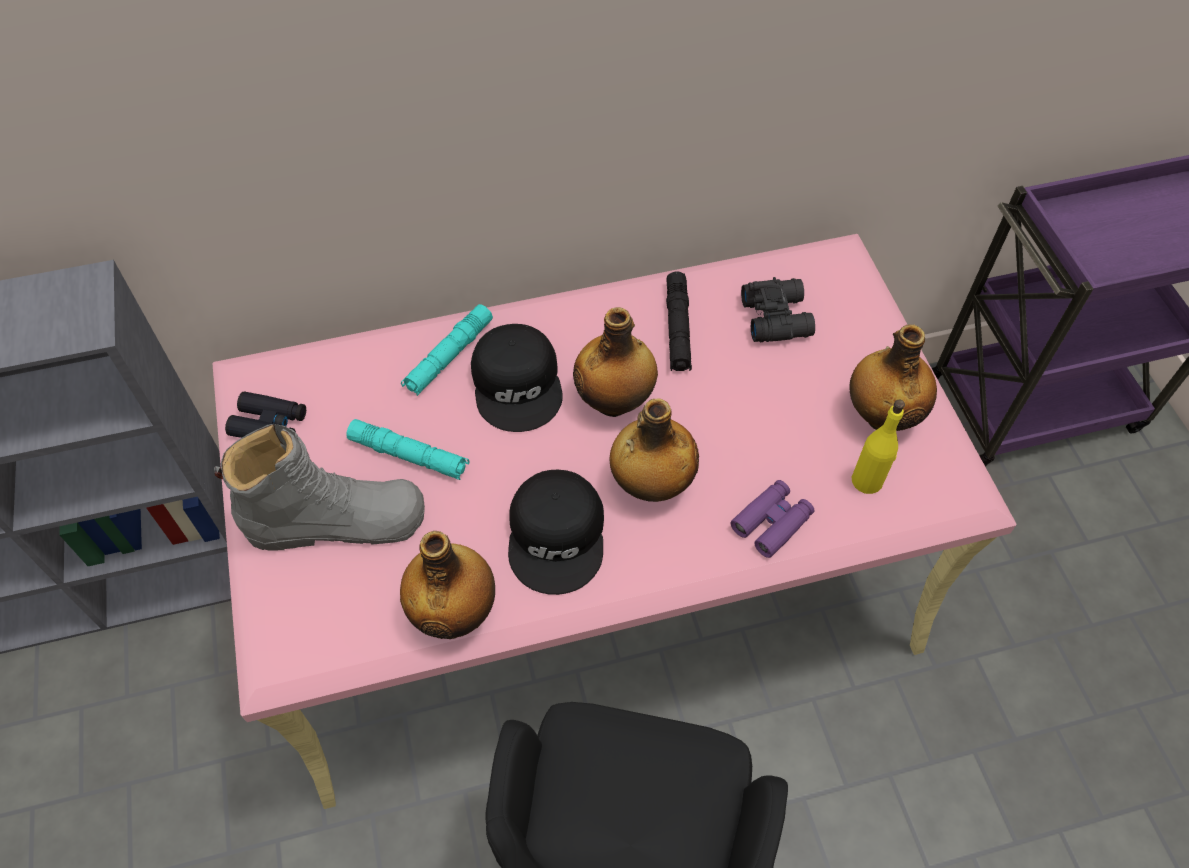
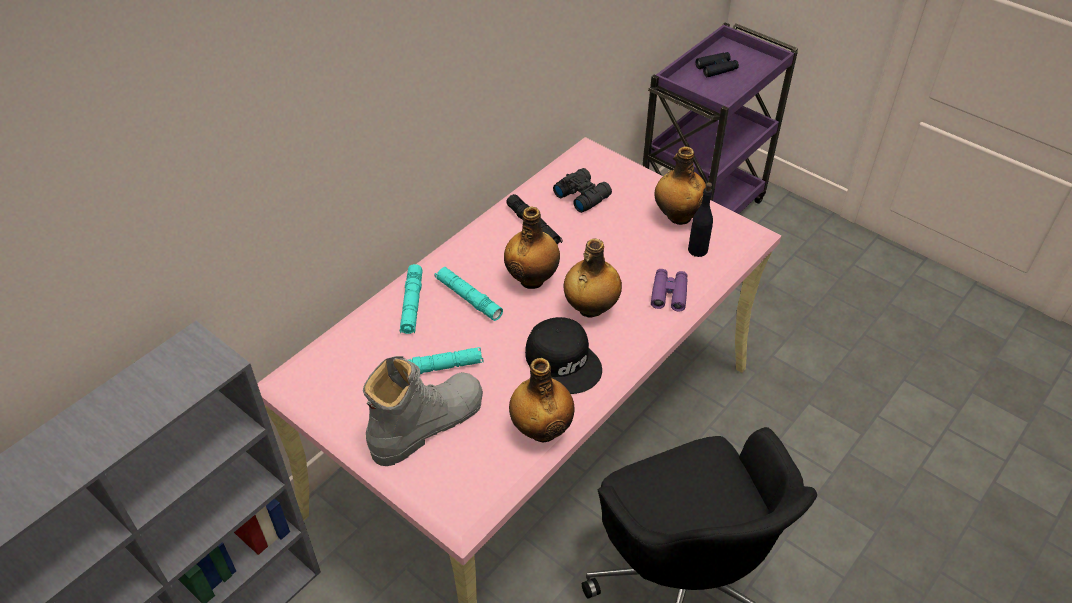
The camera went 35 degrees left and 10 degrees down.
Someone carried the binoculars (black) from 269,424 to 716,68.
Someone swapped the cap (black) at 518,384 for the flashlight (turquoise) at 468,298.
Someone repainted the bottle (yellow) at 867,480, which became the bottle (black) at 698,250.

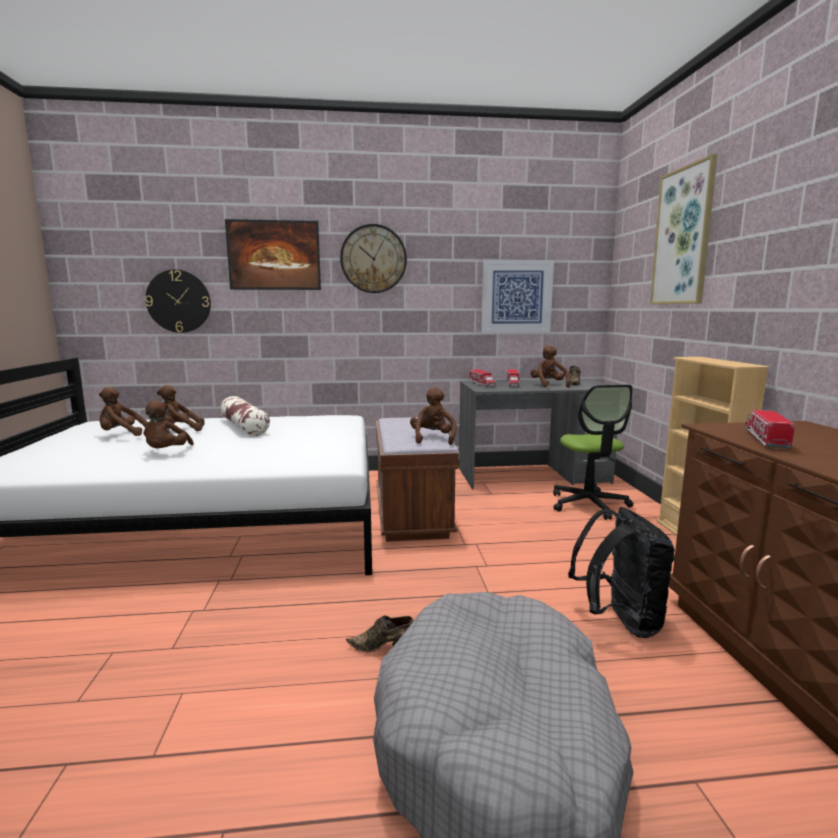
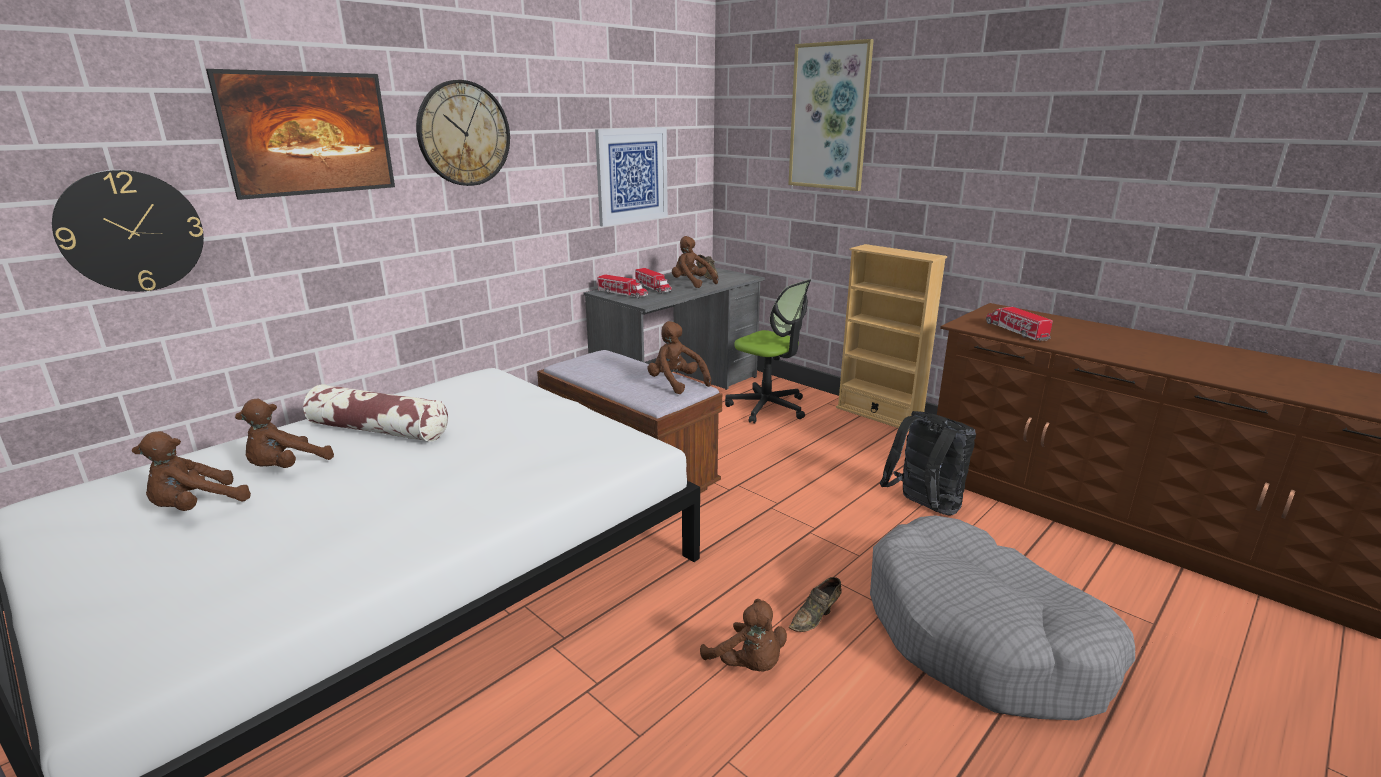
The camera went 40 degrees left and 10 degrees up.
Someone carried the plush toy (brown) from 166,452 to 748,665.

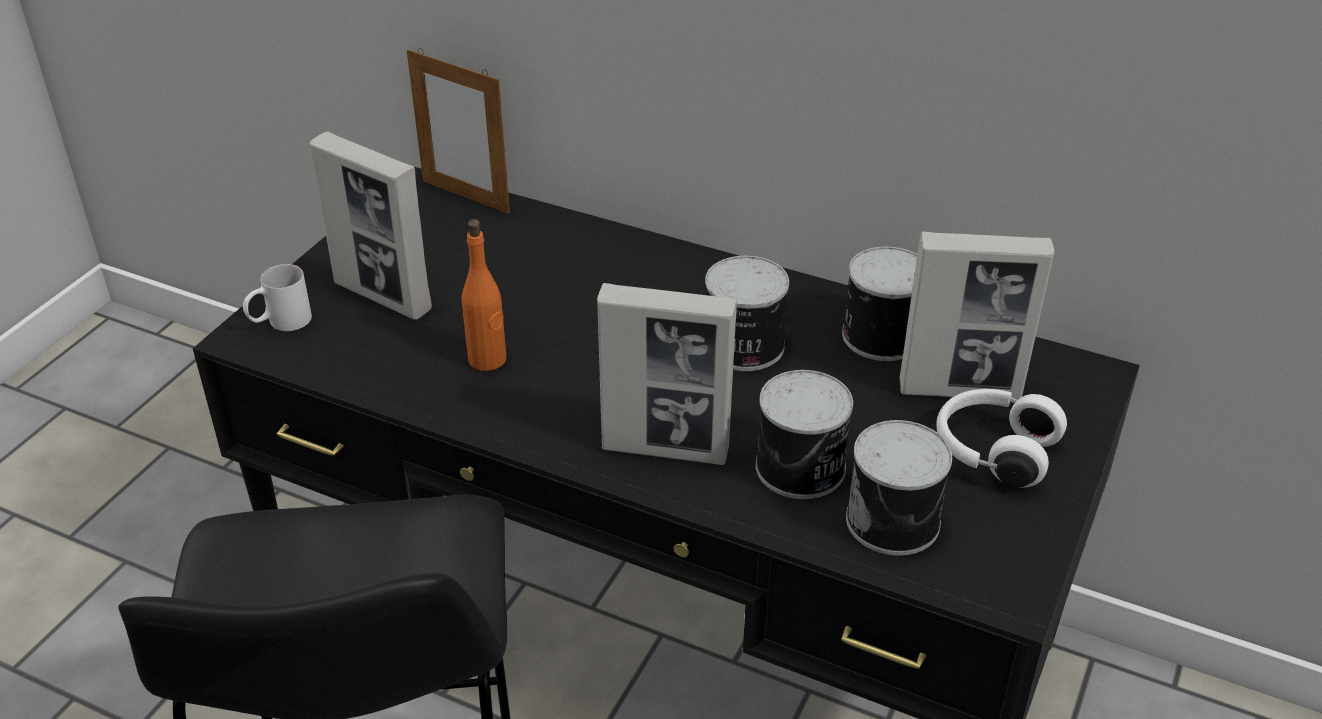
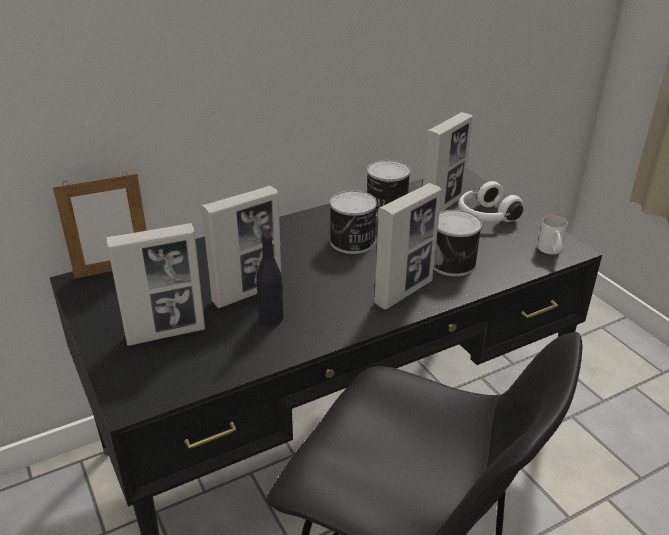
The camera went 55 degrees left and 5 degrees down.
Someone took away the can at 895,521.
Someone put down the picture frame at 247,293.
Someone carried the mug (white) from 280,323 to 551,251.
Someone repainted the bottle (orange) at 488,359, which became the bottle (black) at 271,318.

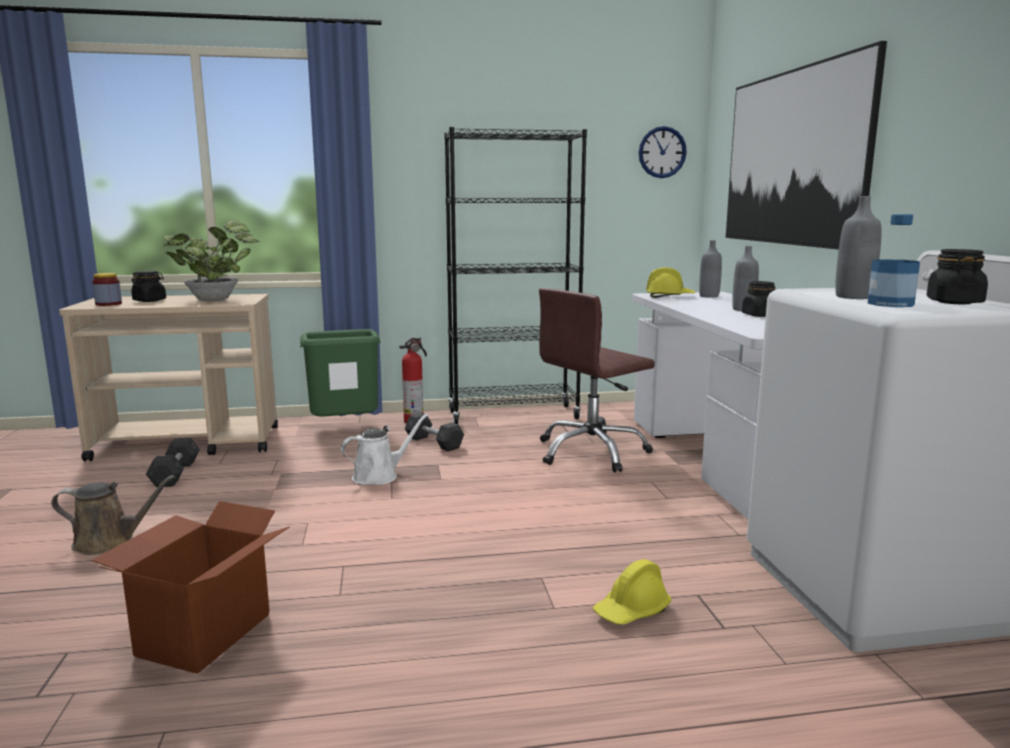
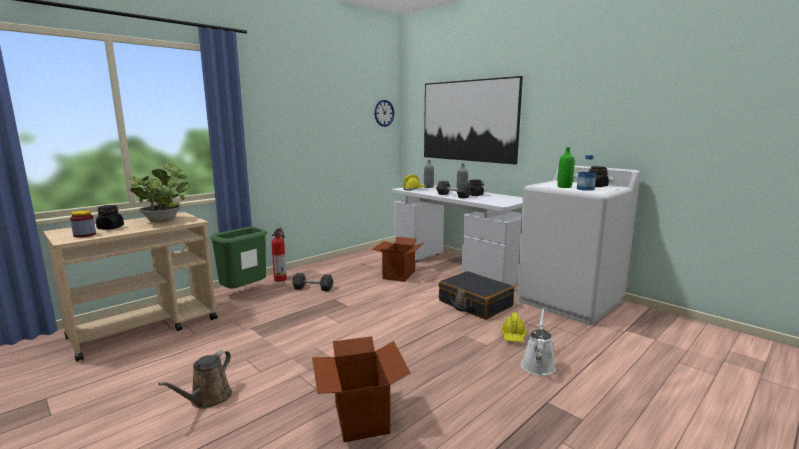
The camera went 35 degrees left and 0 degrees up.
Someone took away the bookcase (black) at 513,415.
Someone put down the suitcase (black) at 474,304.
Someone carried the dumbbell (grey) from 175,474 to 453,196.
Someone carried the watering can (white) from 379,476 to 537,364.
Someone swapped the office chair (brown) at 592,452 for the cardboard box at 398,275.
Someone repainted the bottle (grey) at 853,297, which became the bottle (green) at 564,187.
Someone rotated the watering can (brown) at 109,542 by 150 degrees clockwise.

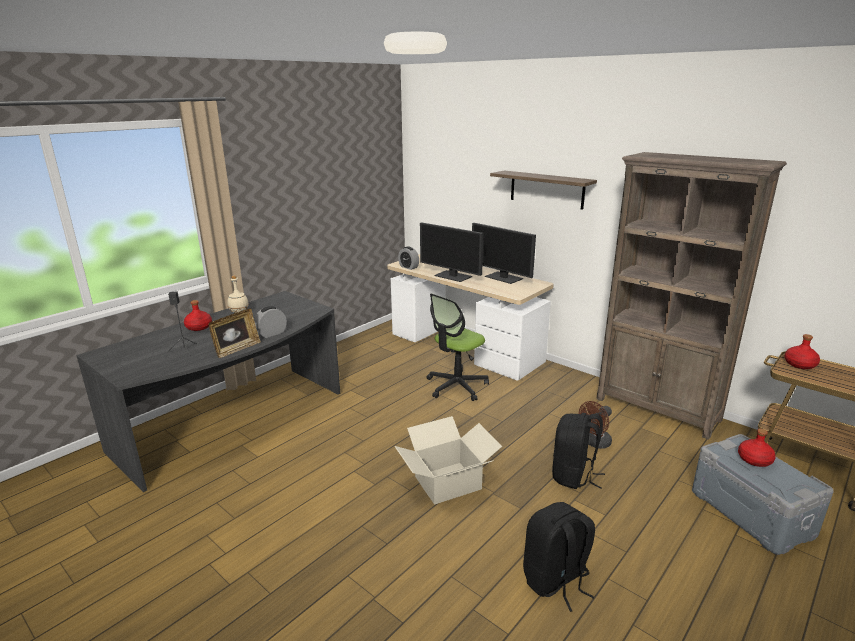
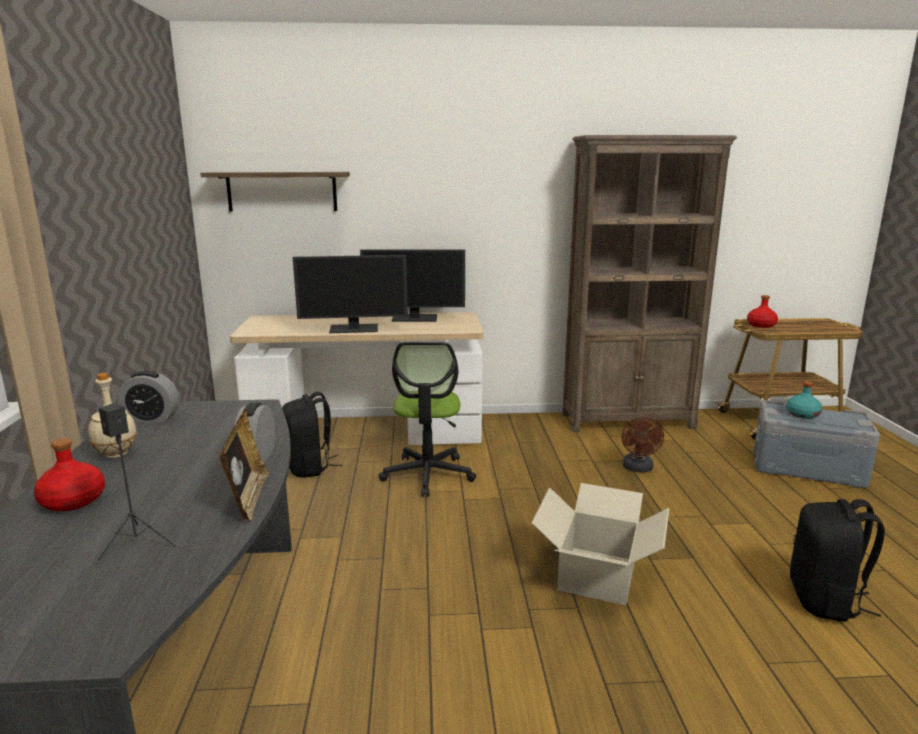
The camera went 45 degrees left and 5 degrees down.
Someone carried the alarm clock from 408,267 to 151,418.
Someone carried the shelf from 546,189 to 282,191.
Someone carried the backpack (black) from 574,476 to 310,467.
Someone repainted the bottle (red) at 754,459, which became the bottle (turquoise) at 802,414.

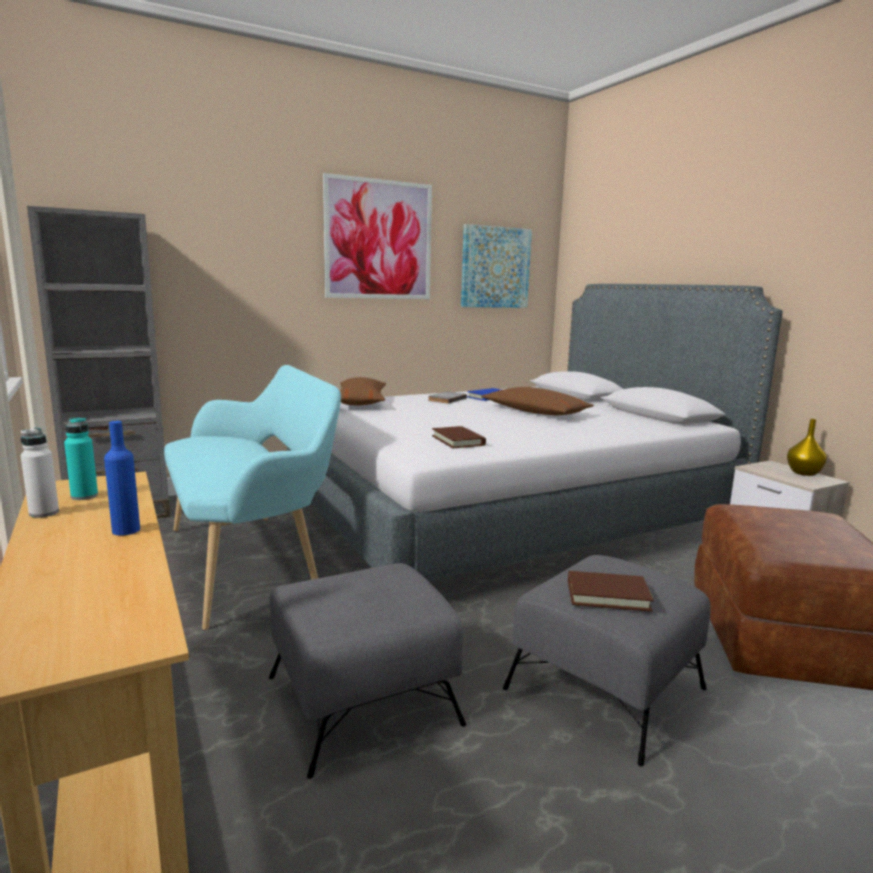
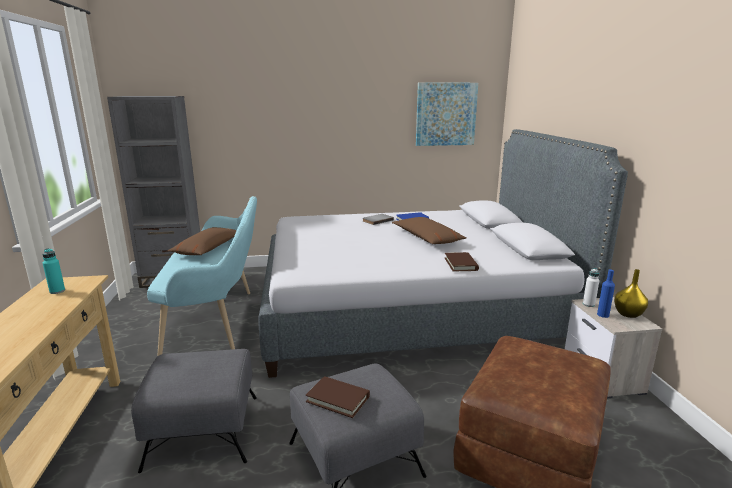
The camera went 20 degrees right and 5 degrees up.
Someone took away the picture at 378,240.
Someone carried the bottle (white) from 44,513 to 588,304.
Someone carried the bottle (blue) from 126,530 to 603,315.
Someone carried the pillow (brown) from 361,402 to 208,249.
Someone carried the book (brown) from 458,440 to 461,264.

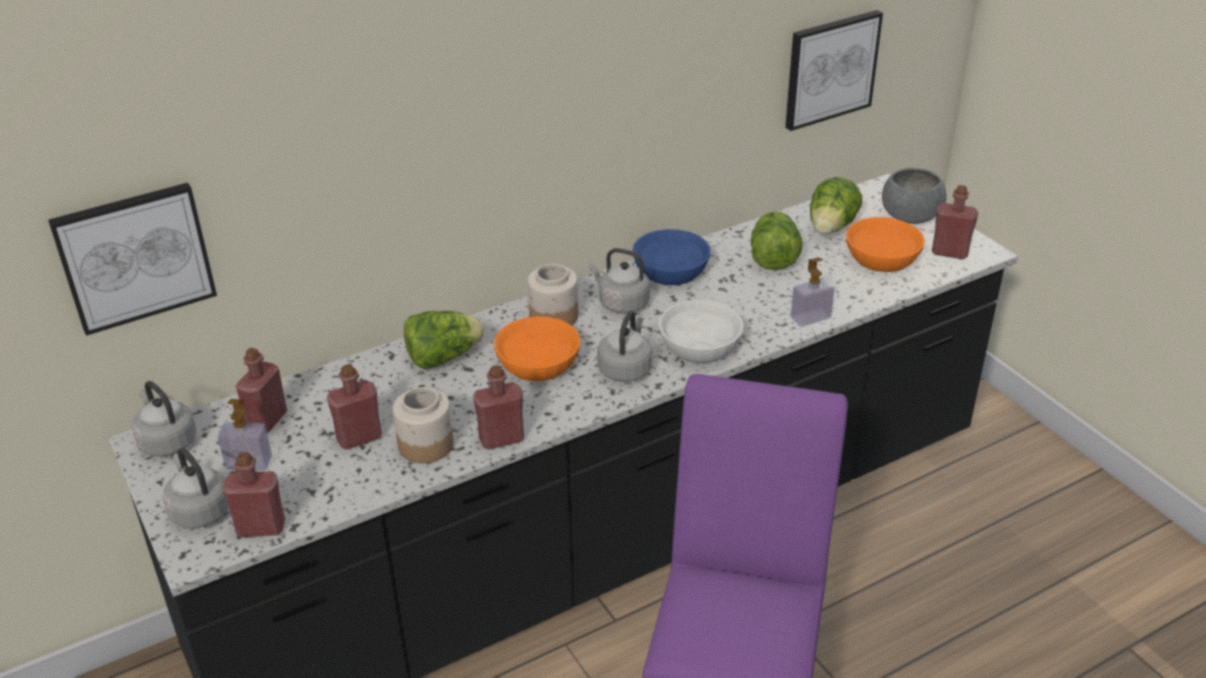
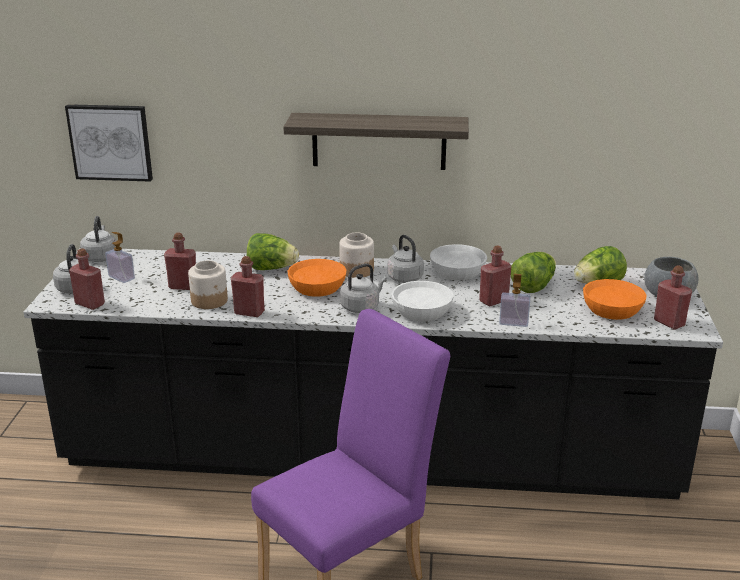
The camera went 35 degrees right and 10 degrees down.
Someone took away the picture at 830,69.
Someone put up the shelf at 379,141.
Someone carried the bottle (red) from 267,421 to 493,301.
Someone repainted the bowl (blue) at 669,270, which became the bowl (white) at 457,272.

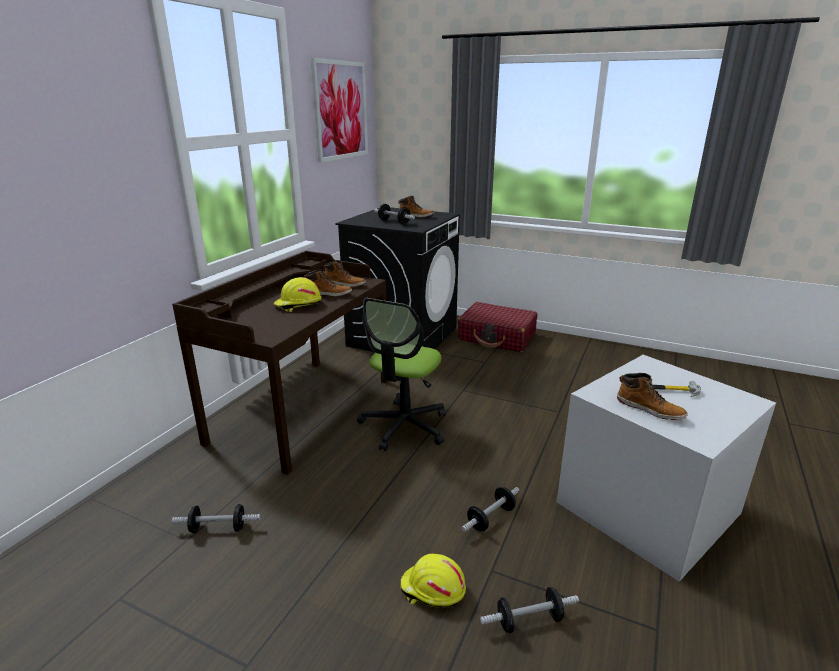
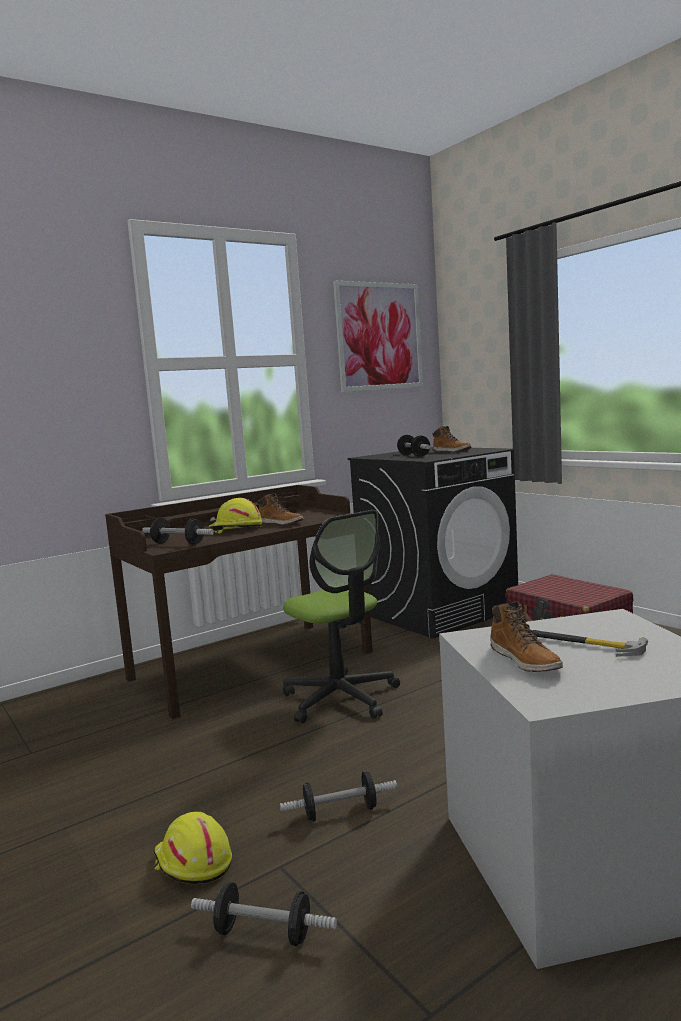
The camera went 30 degrees right and 15 degrees down.
Someone took away the boot at 345,284.
Someone carried the dumbbell from 218,528 to 178,543.
Someone rotated the office chair at 404,426 by 90 degrees counterclockwise.

